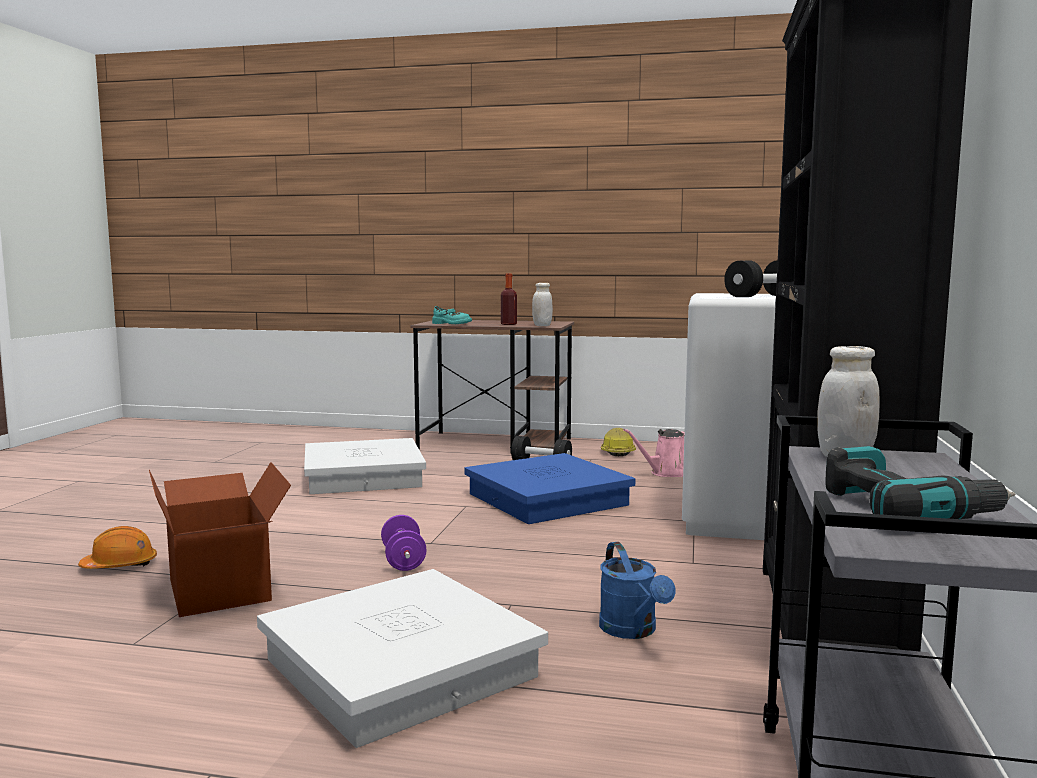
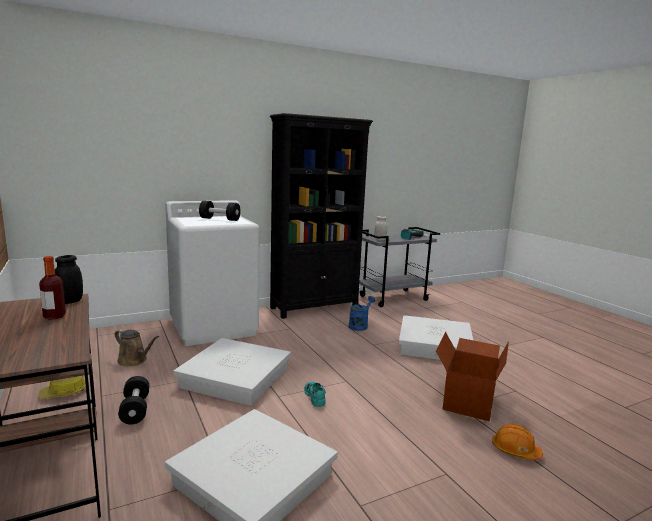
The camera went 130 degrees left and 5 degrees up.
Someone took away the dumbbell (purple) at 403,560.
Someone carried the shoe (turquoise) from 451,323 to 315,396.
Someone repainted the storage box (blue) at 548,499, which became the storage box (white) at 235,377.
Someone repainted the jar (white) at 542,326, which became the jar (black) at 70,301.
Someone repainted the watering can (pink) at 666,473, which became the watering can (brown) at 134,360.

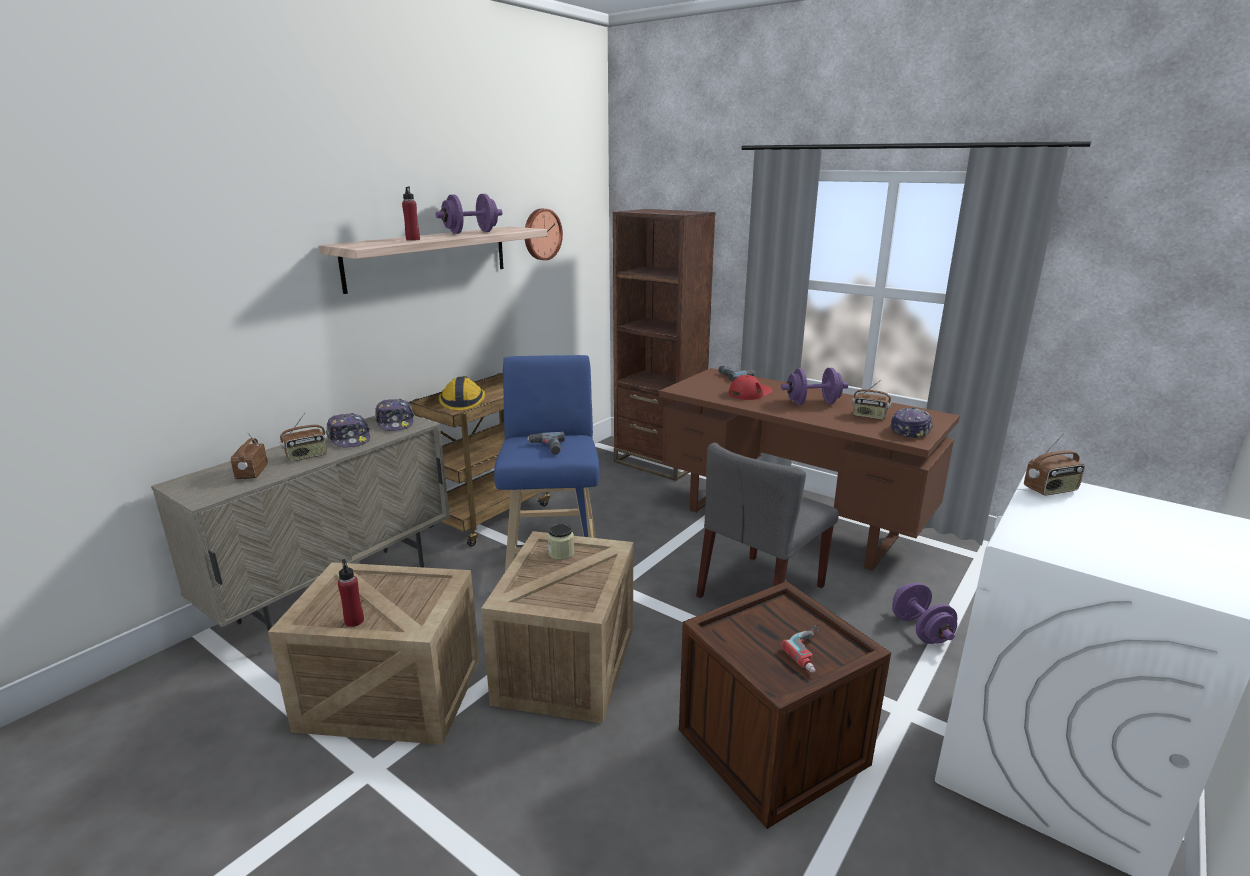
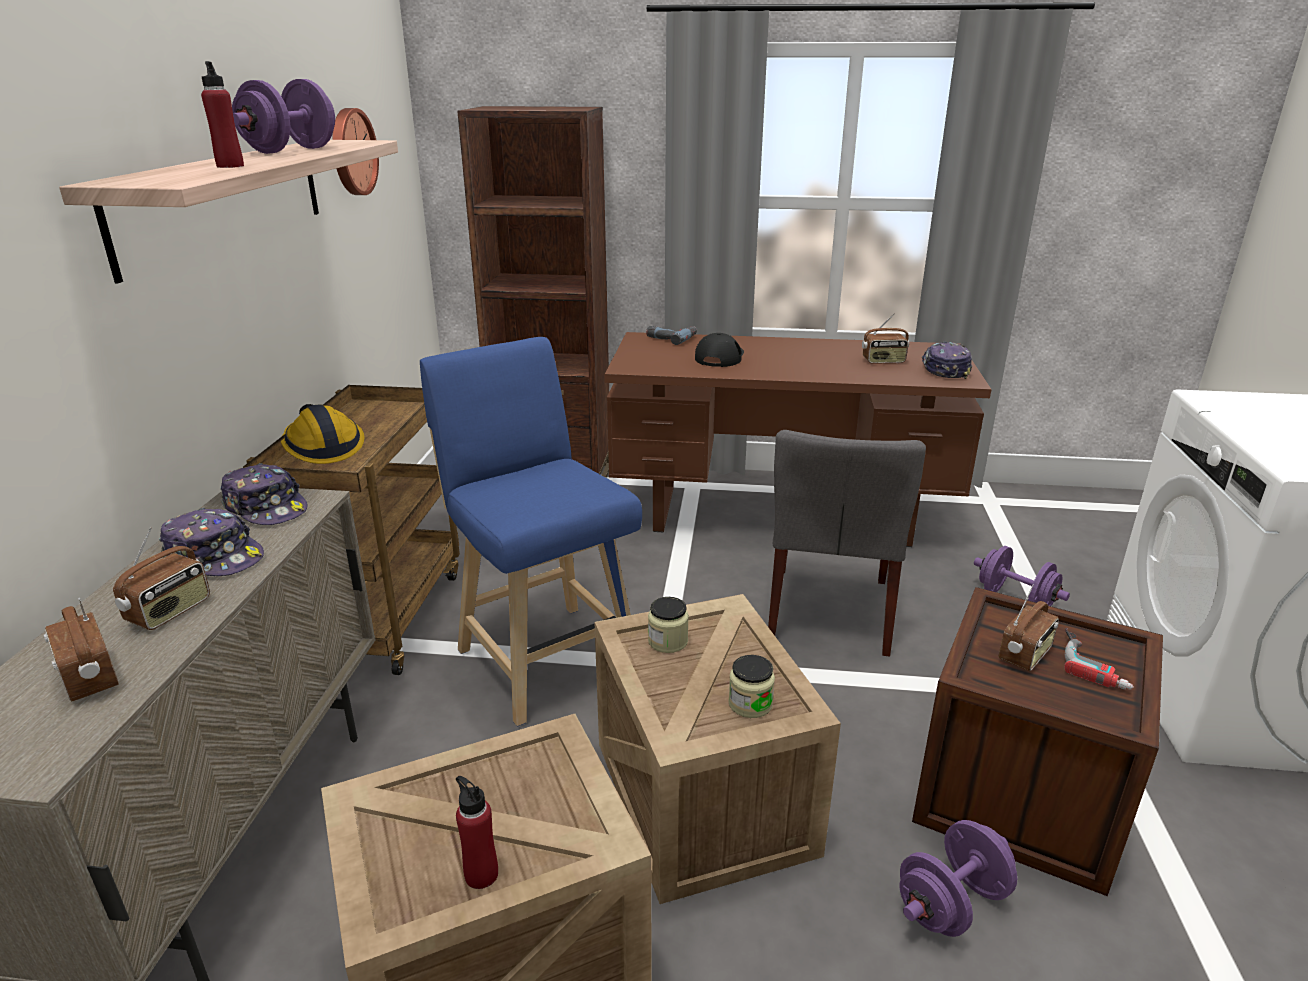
The camera went 30 degrees left and 5 degrees up.
Someone took away the power drill at 546,448.
Someone put down the jar at 750,704.
Someone carried the dumbbell (purple) from 812,403 to 951,903.
Someone carried the radio from 1051,490 to 1025,655.
Someone repainted the cap (red) at 750,393, which became the cap (black) at 720,357.

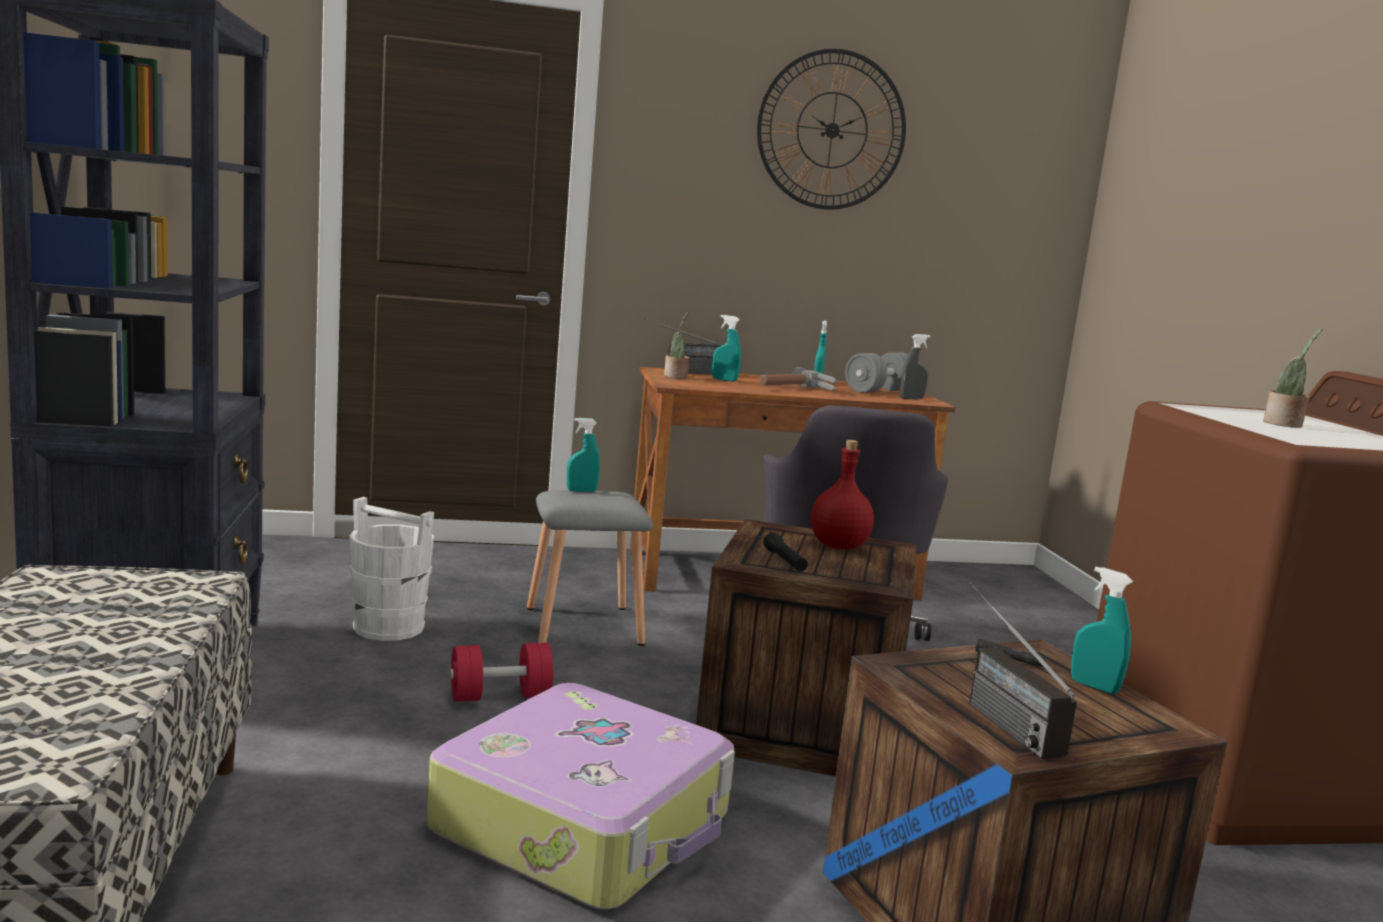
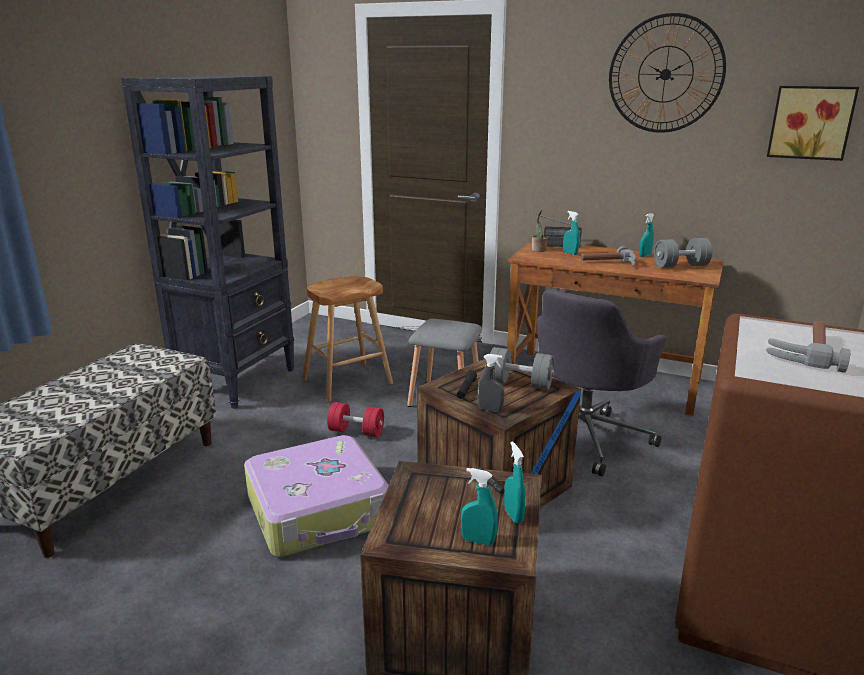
The camera went 35 degrees right and 10 degrees up.
Someone took away the radio at 993,714.
Someone put up the picture at 810,122.
Someone carried the spray bottle (turquoise) from 581,491 to 478,541.
Someone carried the spray bottle (grey) from 911,398 to 490,409.
Someone swapped the bucket (white) at 388,627 for the stool (brown) at 347,382.
Someone swapped the bottle (red) at 838,546 for the dumbbell (grey) at 519,383.
Someone swapped the potted plant at 1284,424 for the hammer at 804,350.

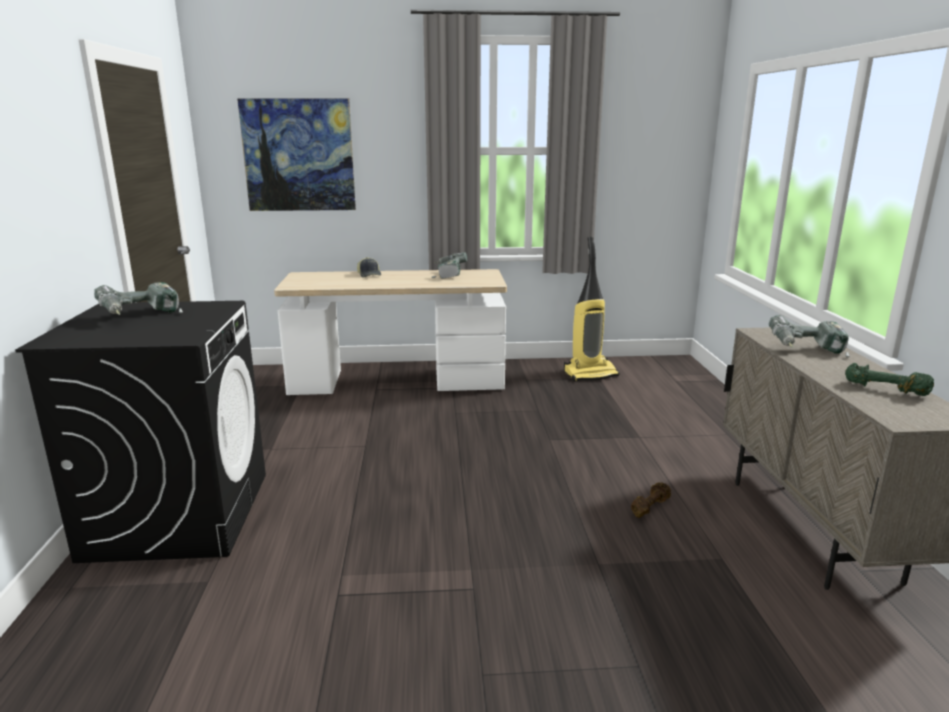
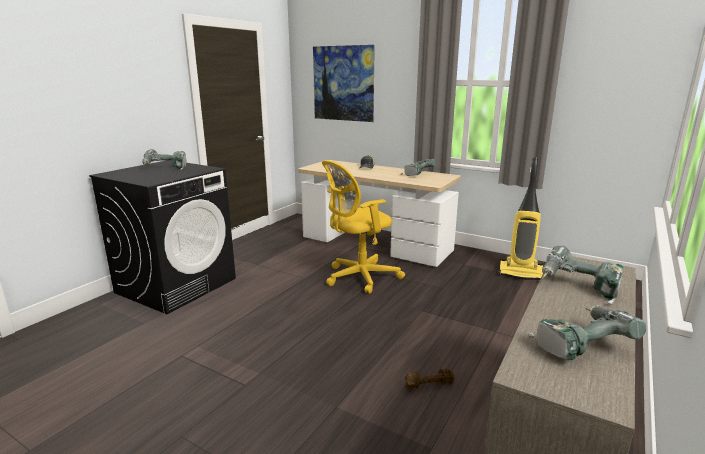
The camera went 35 degrees right and 0 degrees up.
Someone put down the office chair (yellow) at 359,277.
Someone swapped the dumbbell (green) at 885,390 for the power drill at 580,344.

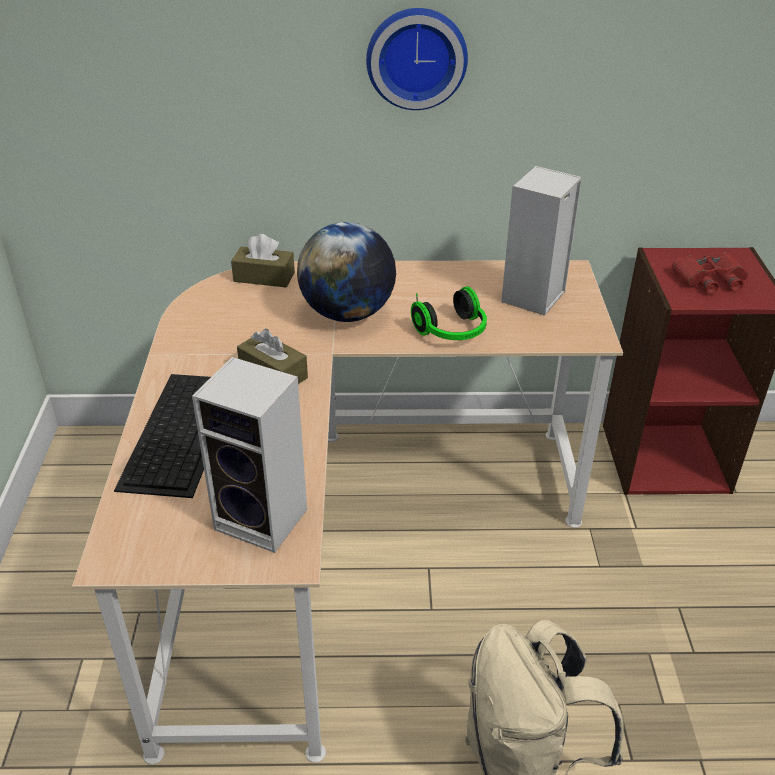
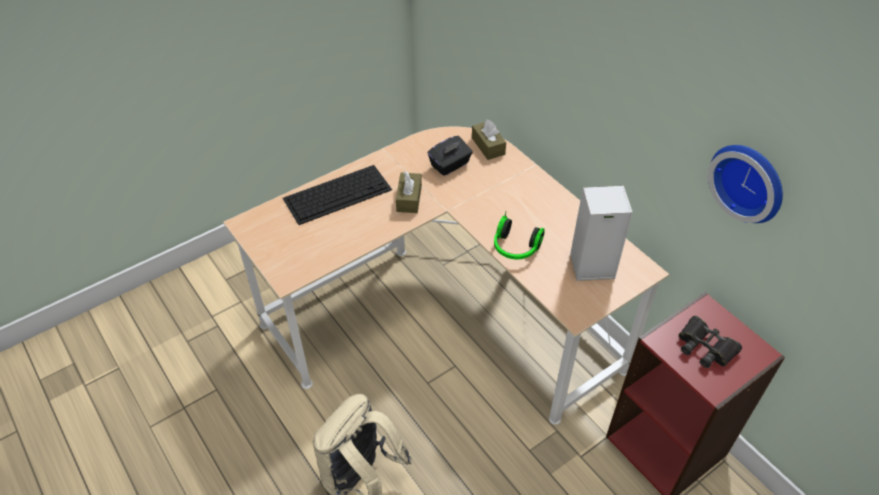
The camera went 55 degrees right and 10 degrees up.
Someone took away the speaker at 265,519.
Someone took away the globe at 348,314.
Someone put down the tissue box (black) at 450,165.
Someone carried the wall clock from 416,57 to 749,181.
Someone repainted the binoculars (red) at 710,279, which became the binoculars (black) at 705,347.

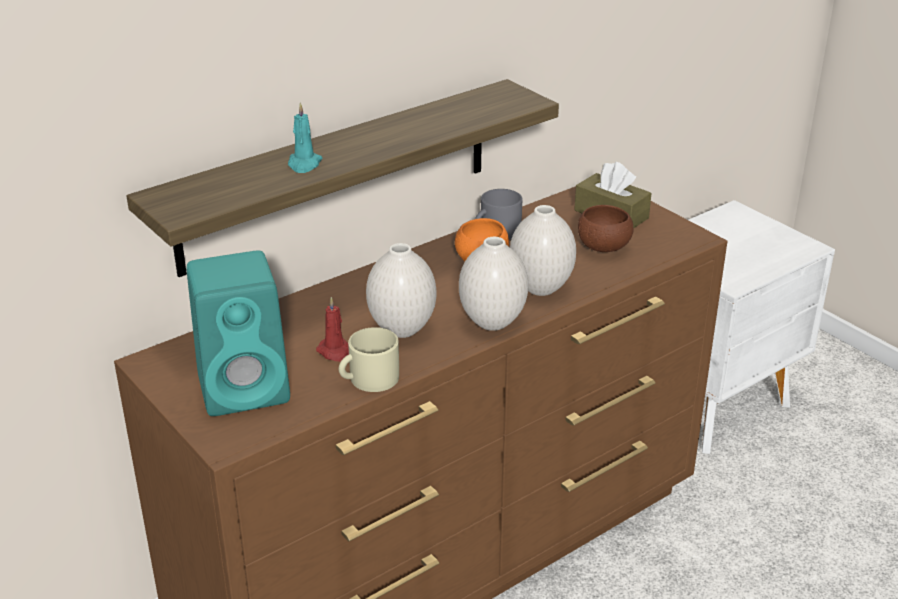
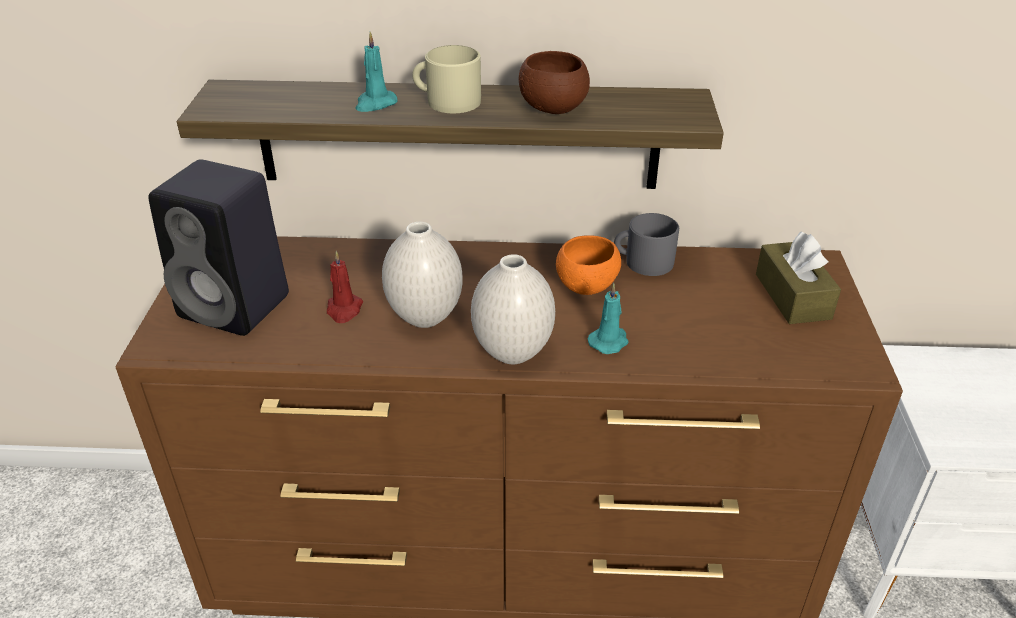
The camera went 40 degrees right and 5 degrees up.
Someone carried the mug (beige) from 368,379 to 447,101.
Someone carried the bowl (brown) from 603,247 to 553,109.
Someone swapped the vase (white) at 541,288 for the candle (turquoise) at 609,341.
Someone repainted the speaker (turquoise) at 247,388, which became the speaker (black) at 238,306.

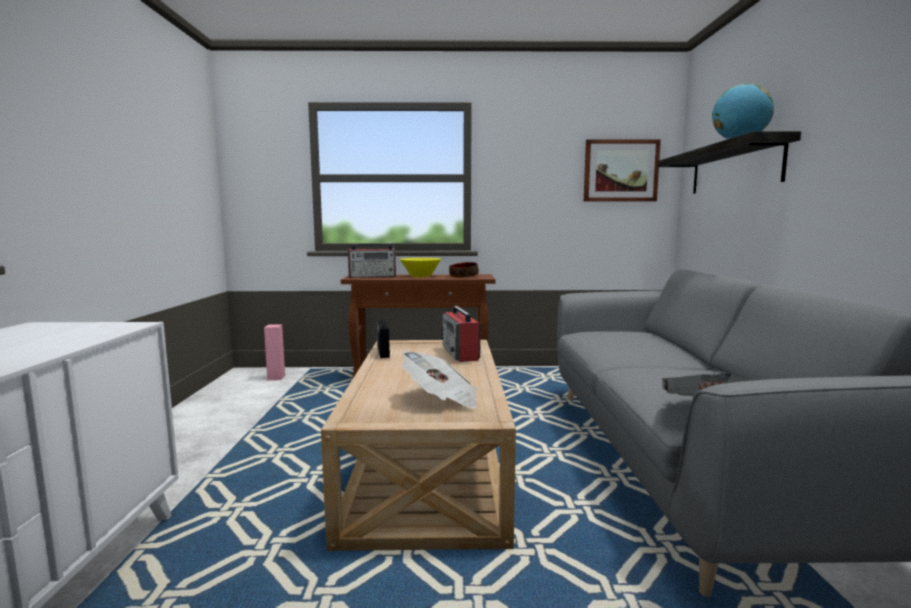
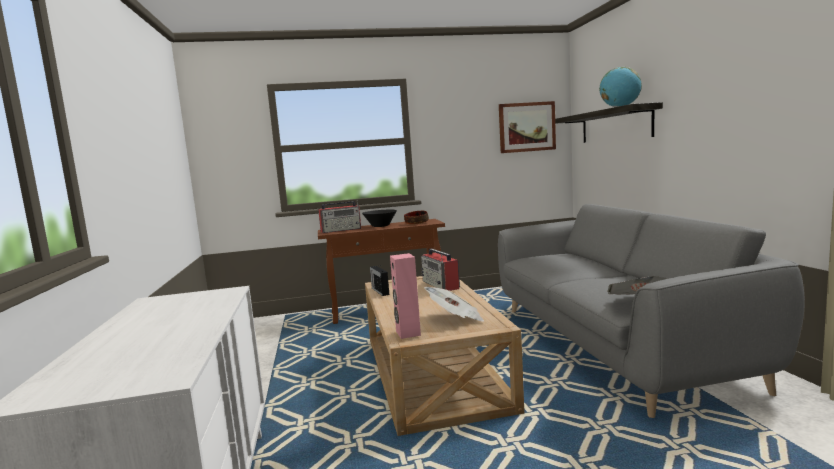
The camera went 10 degrees left and 0 degrees up.
Someone carried the speaker (pink) from 276,377 to 407,333.
Someone repainted the bowl (yellow) at 420,276, which became the bowl (black) at 380,226.

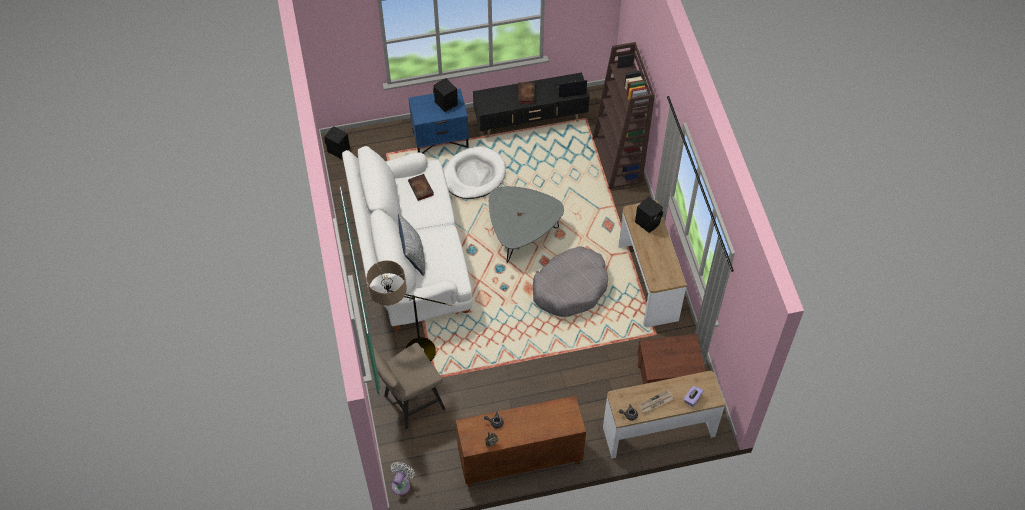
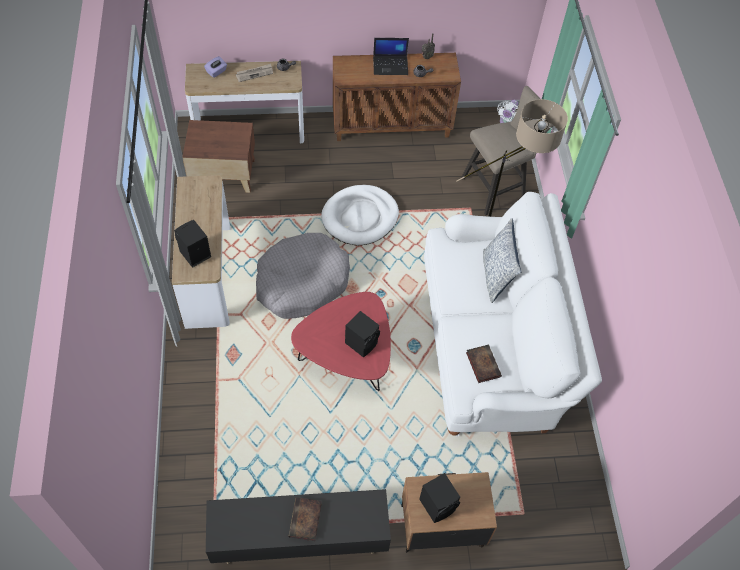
The camera went 175 degrees left and 0 degrees up.
Someone took away the bookcase (brown) at 617,161.
Someone carried the speaker (black) from 338,150 to 362,342.
Someone carried the dog bed (white) from 474,175 to 360,217.
Someone carried the laptop from 570,88 to 391,65.
Someone repainted the nightstand (blue) at 440,139, which became the nightstand (brown) at 441,527.
Someone repainted the coffee table (grey) at 522,234, which became the coffee table (red) at 347,358.

